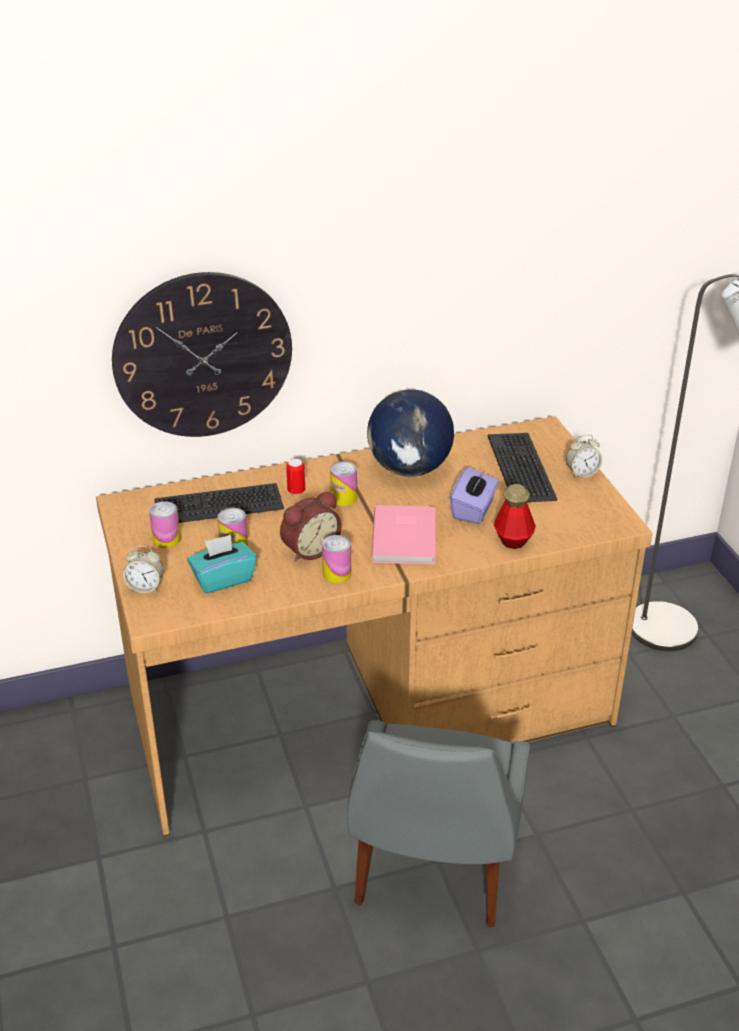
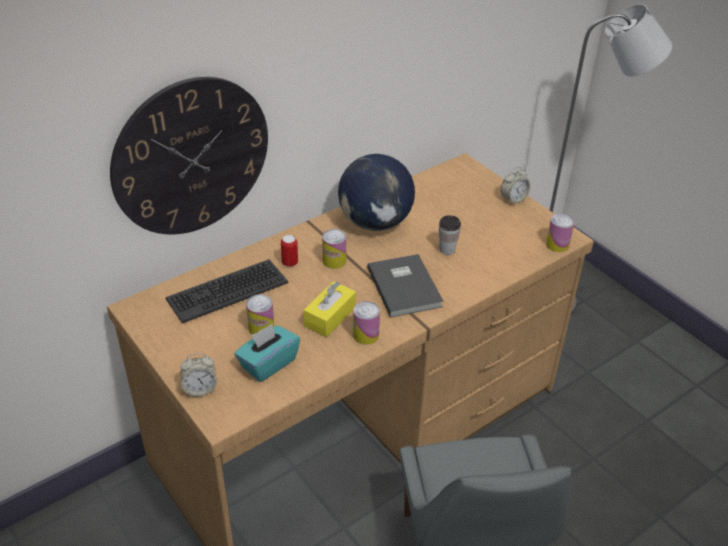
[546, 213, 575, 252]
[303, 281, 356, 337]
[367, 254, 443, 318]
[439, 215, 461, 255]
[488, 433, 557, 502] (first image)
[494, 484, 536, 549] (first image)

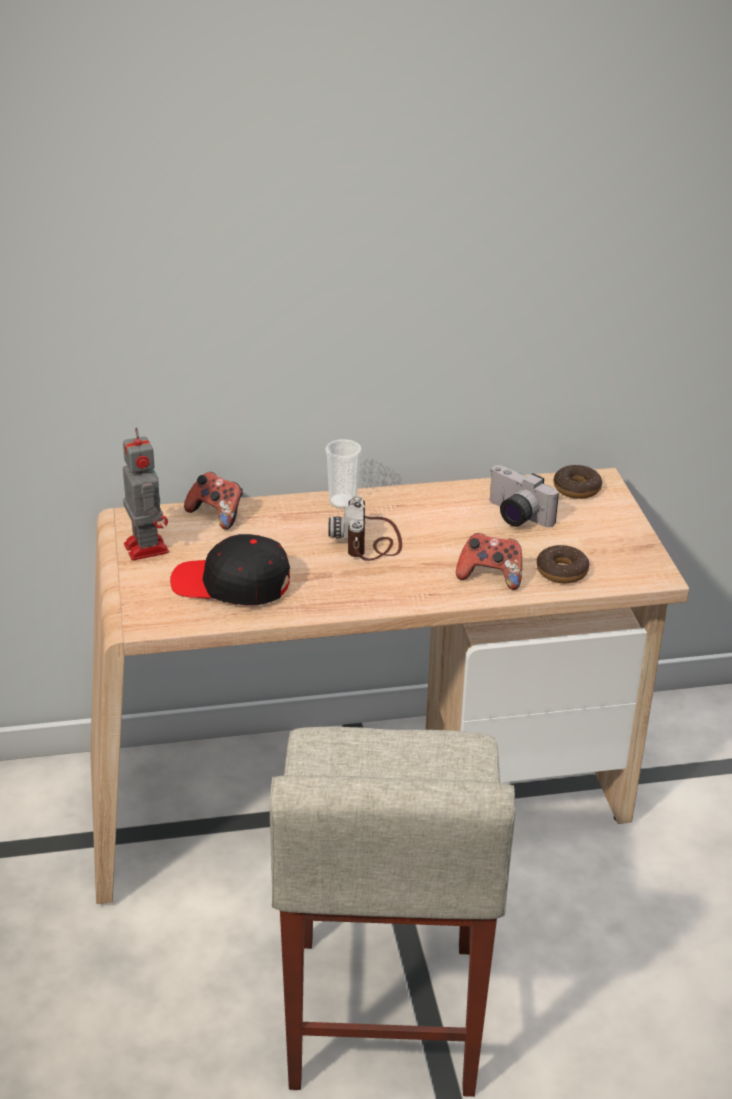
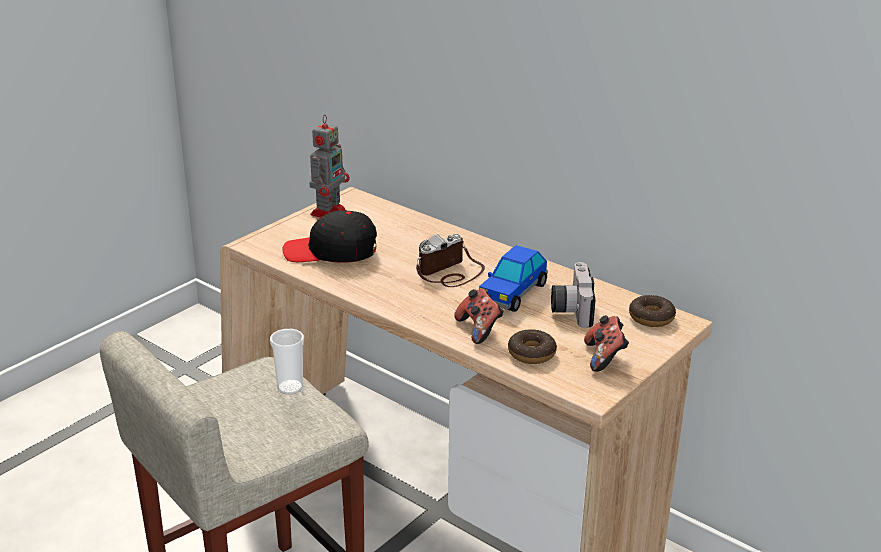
[282, 210, 377, 262]
[584, 315, 629, 372]
[270, 329, 304, 395]
[479, 245, 548, 312]

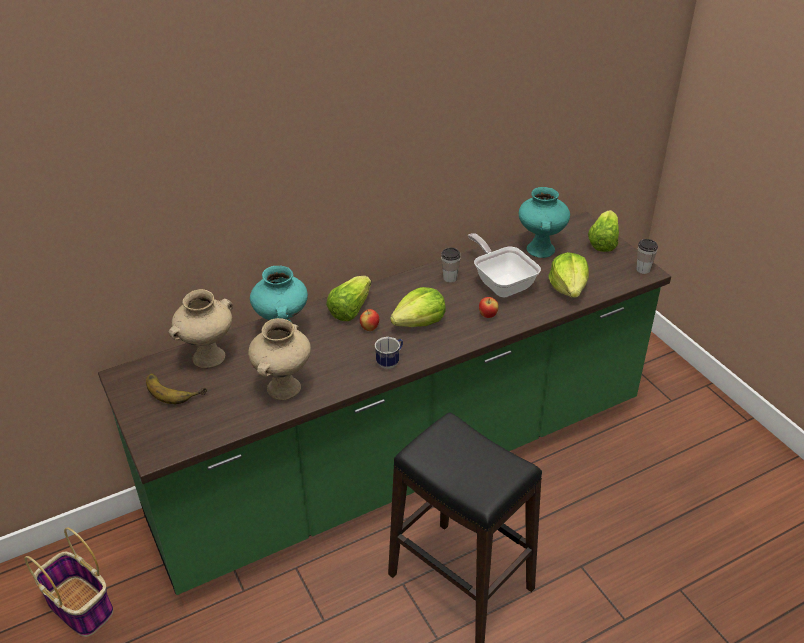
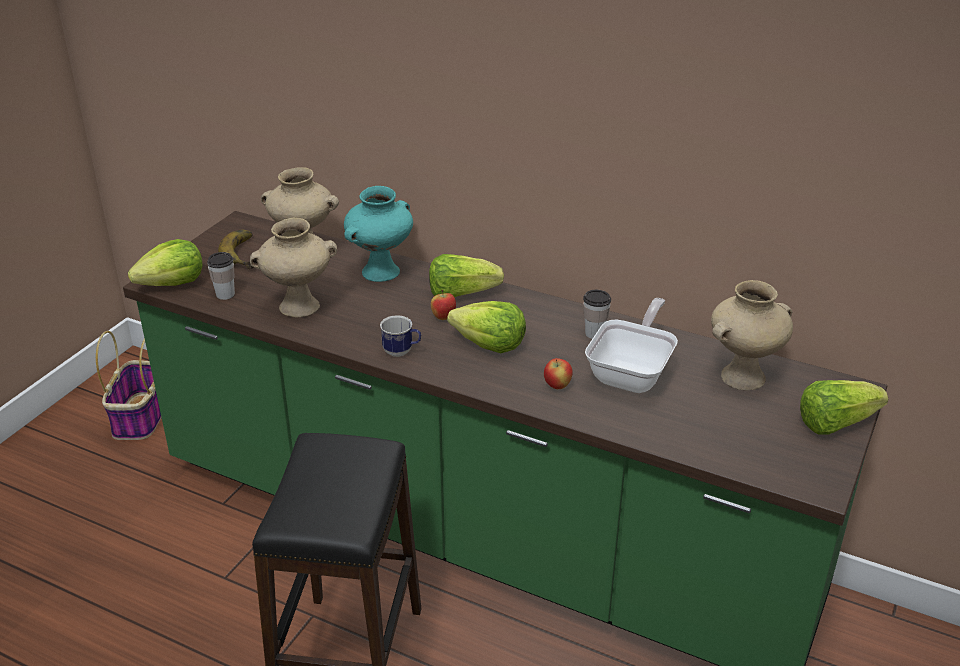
[711, 280, 793, 390]
[128, 239, 203, 286]
[207, 252, 235, 300]

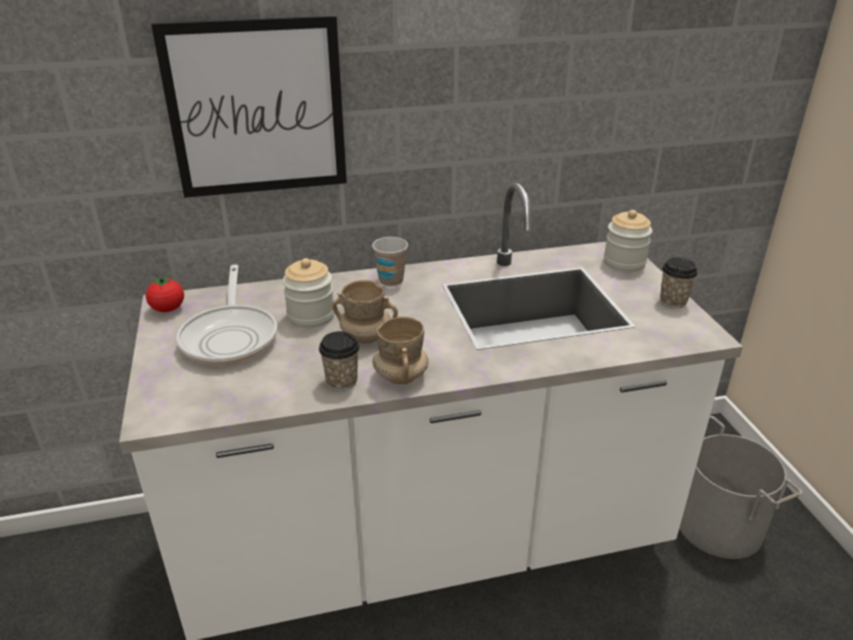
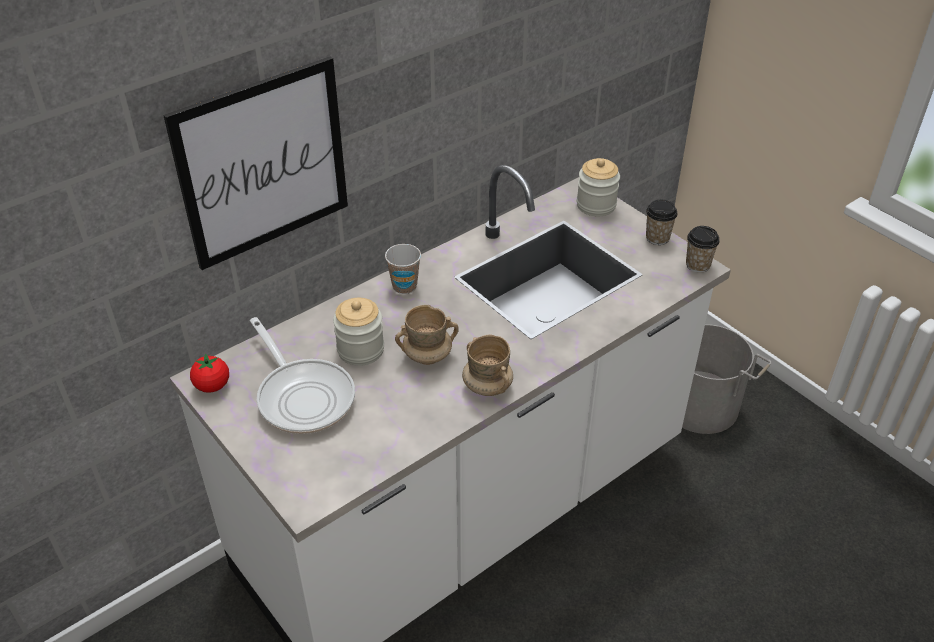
[686, 226, 720, 273]

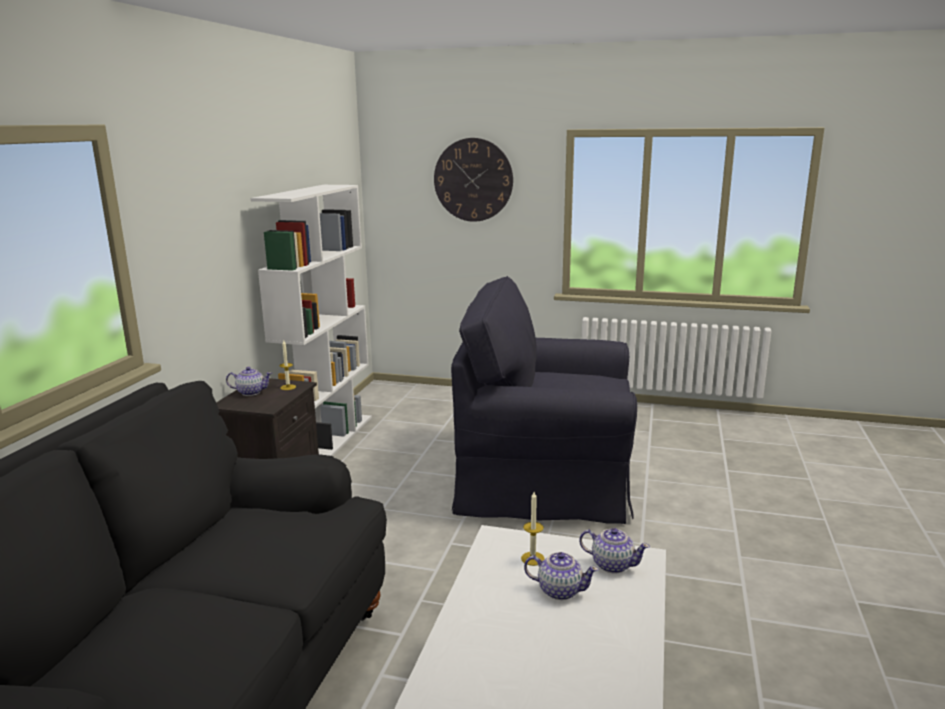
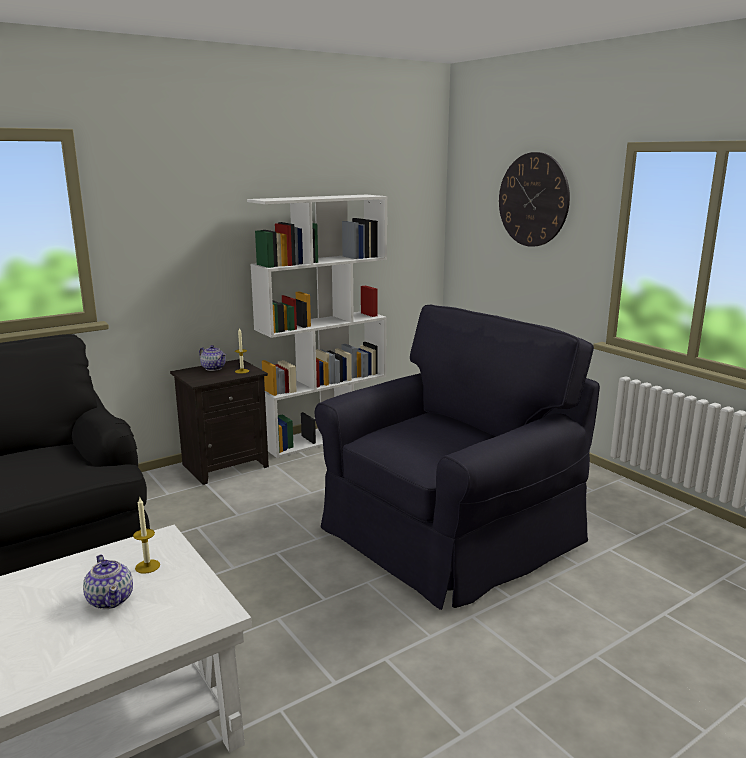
[315, 305, 600, 610]
[579, 528, 650, 573] (first image)

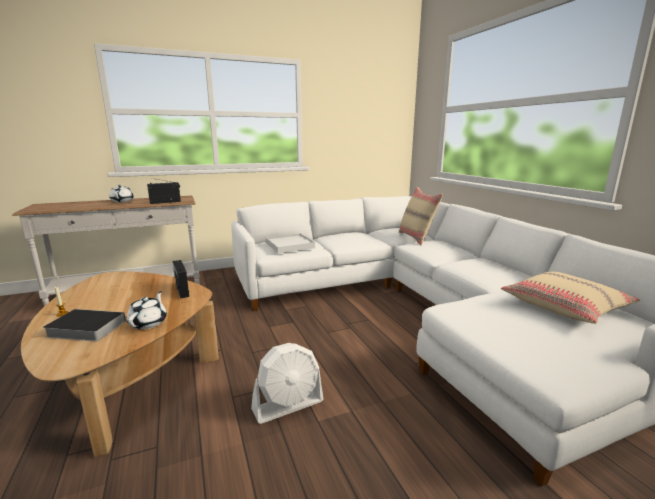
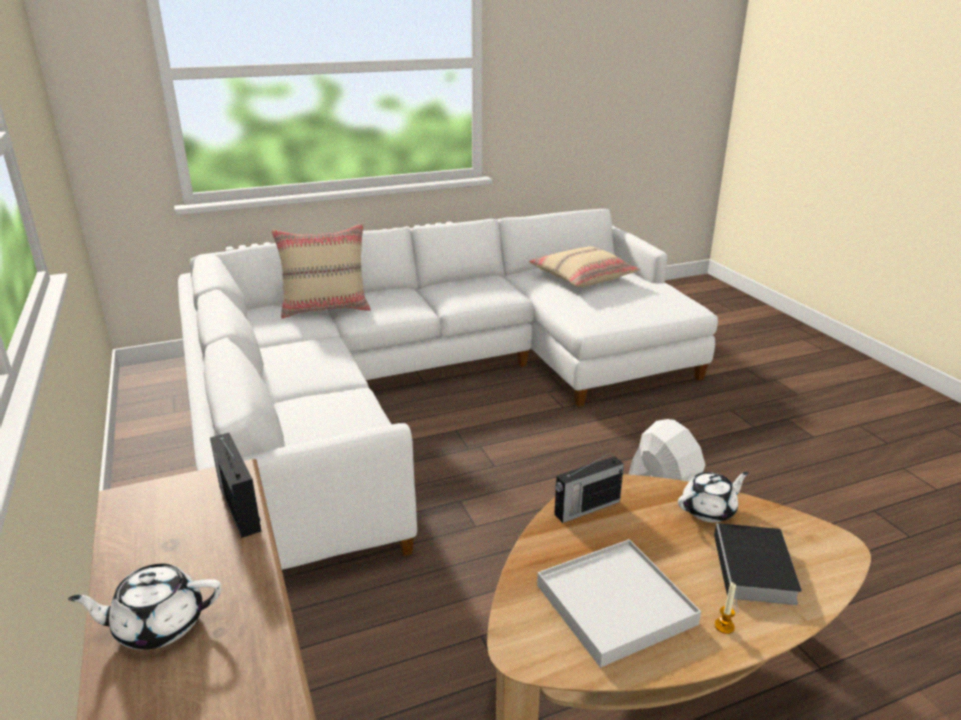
[678, 472, 749, 522]
[537, 539, 701, 668]

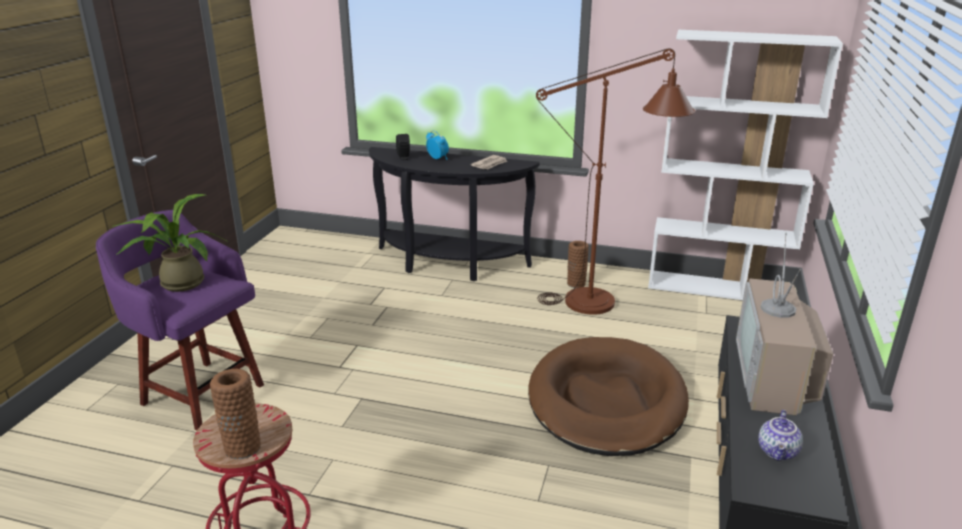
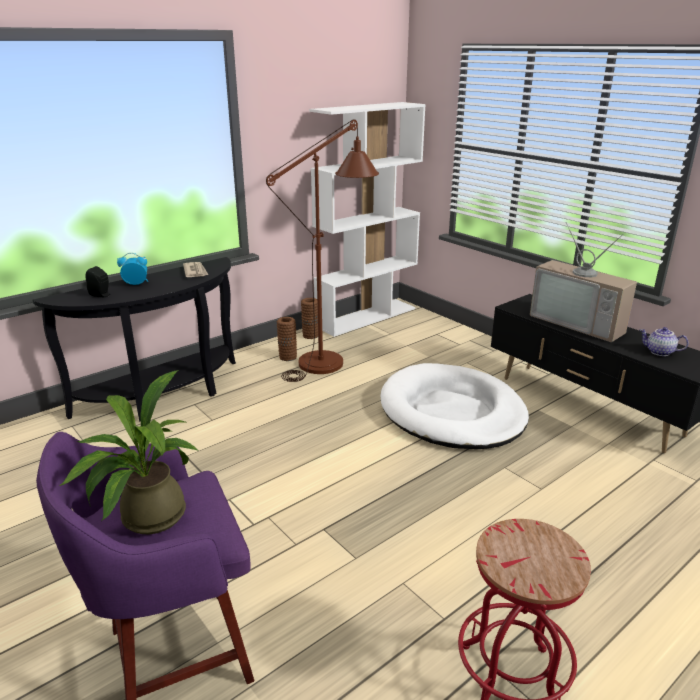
[301, 298, 318, 339]
[381, 363, 529, 449]
[640, 327, 689, 356]

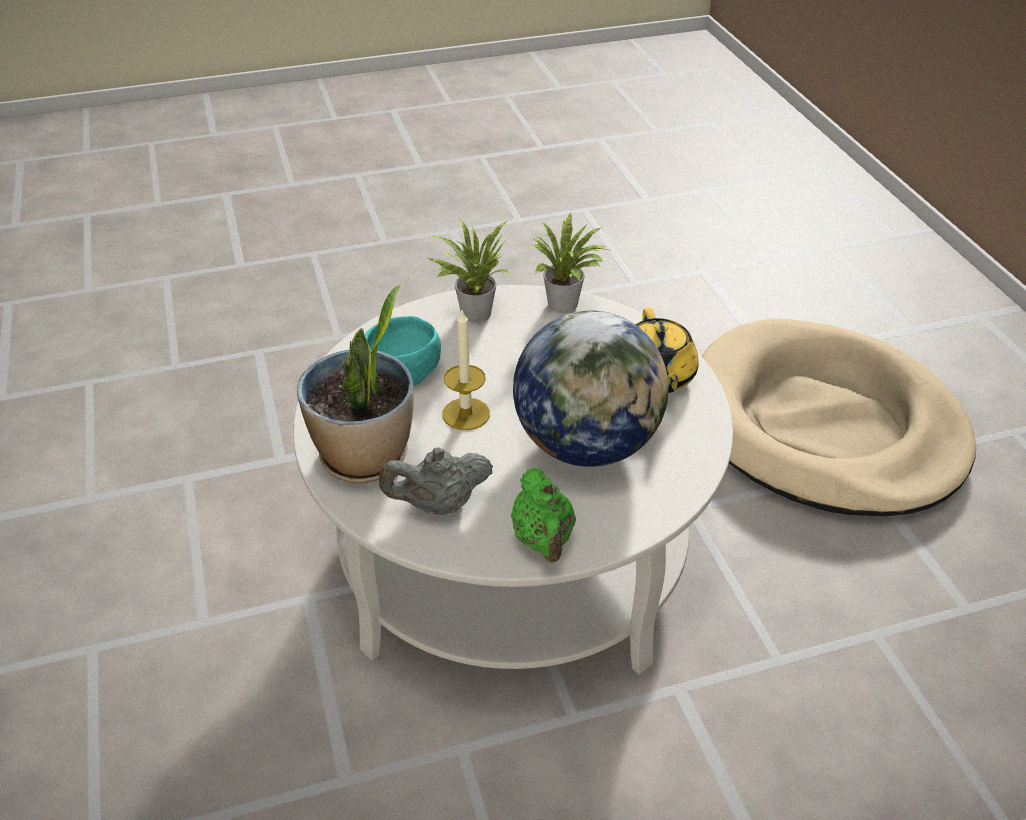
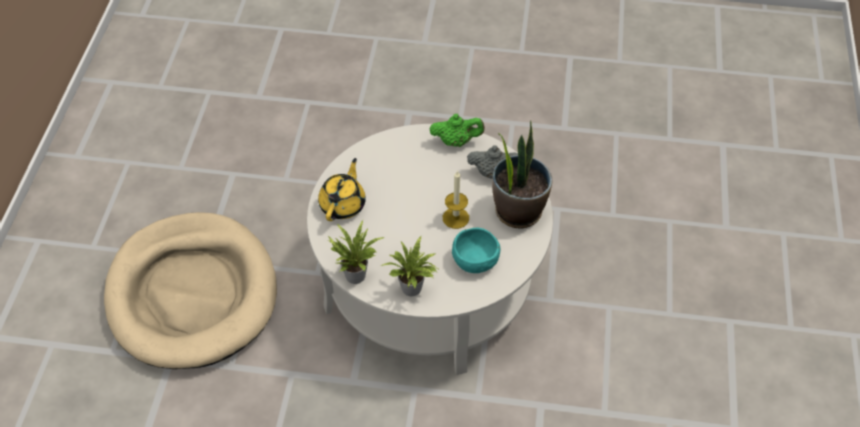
[429, 114, 485, 147]
[513, 310, 669, 467] (first image)

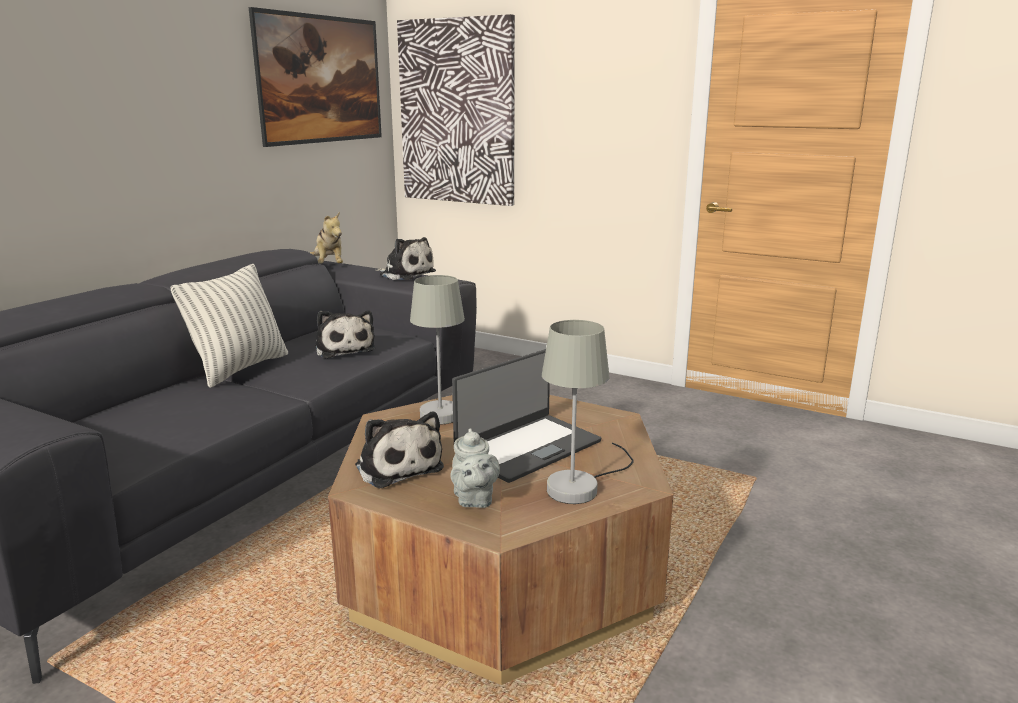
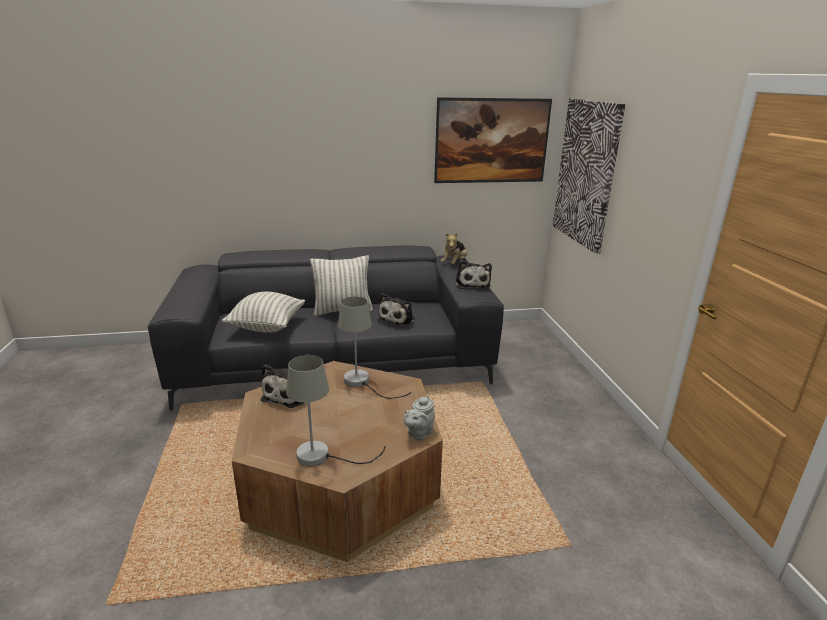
[404, 395, 435, 440]
[452, 349, 601, 483] (first image)
[222, 292, 305, 333]

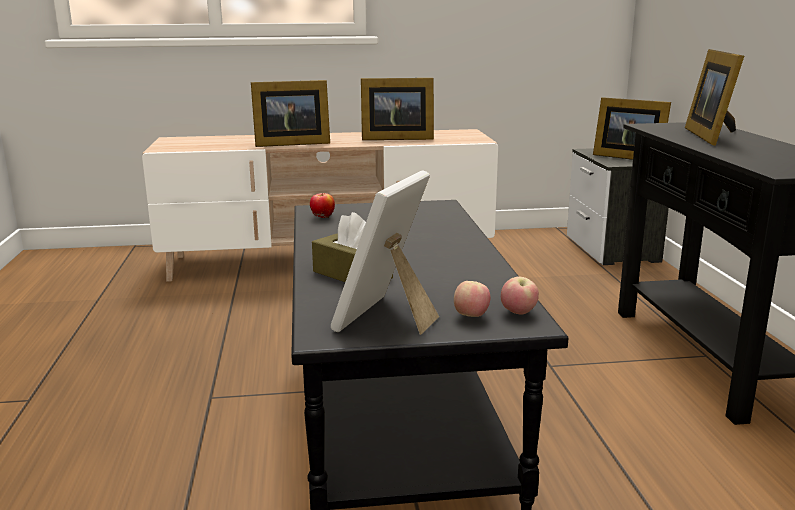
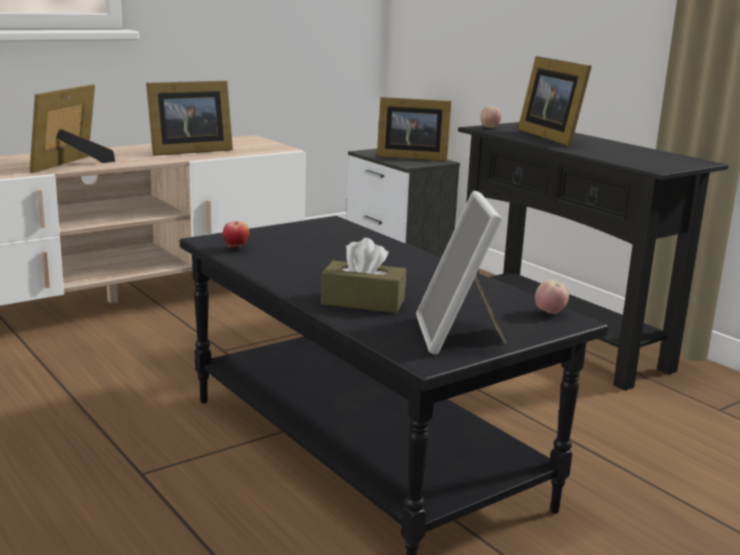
[30, 84, 115, 173]
[480, 106, 502, 128]

